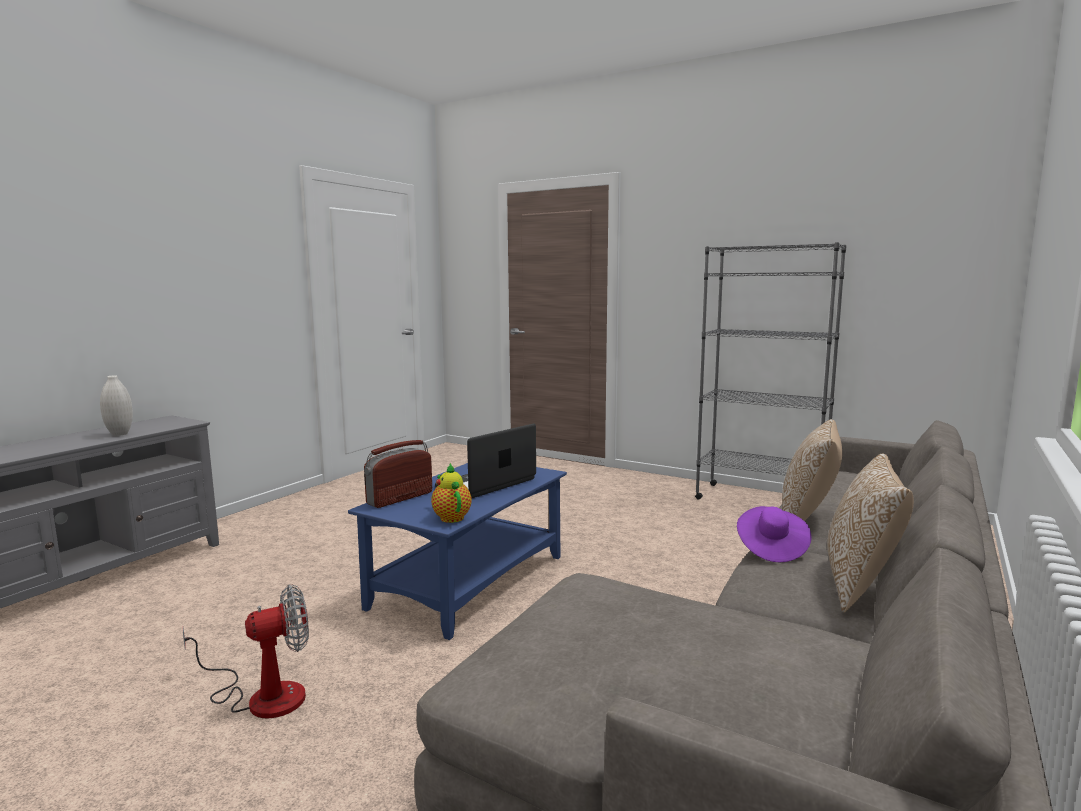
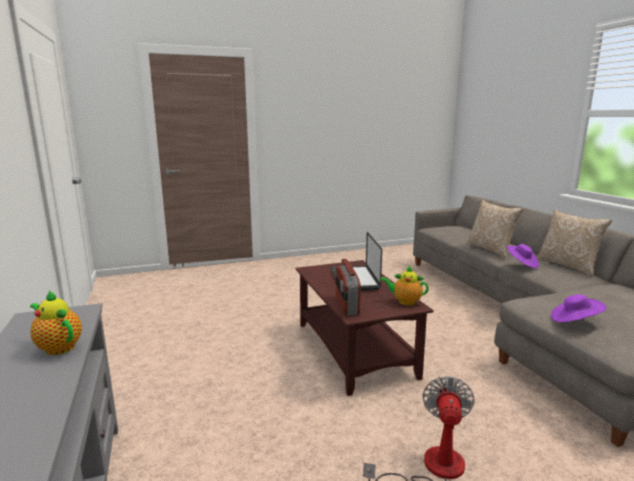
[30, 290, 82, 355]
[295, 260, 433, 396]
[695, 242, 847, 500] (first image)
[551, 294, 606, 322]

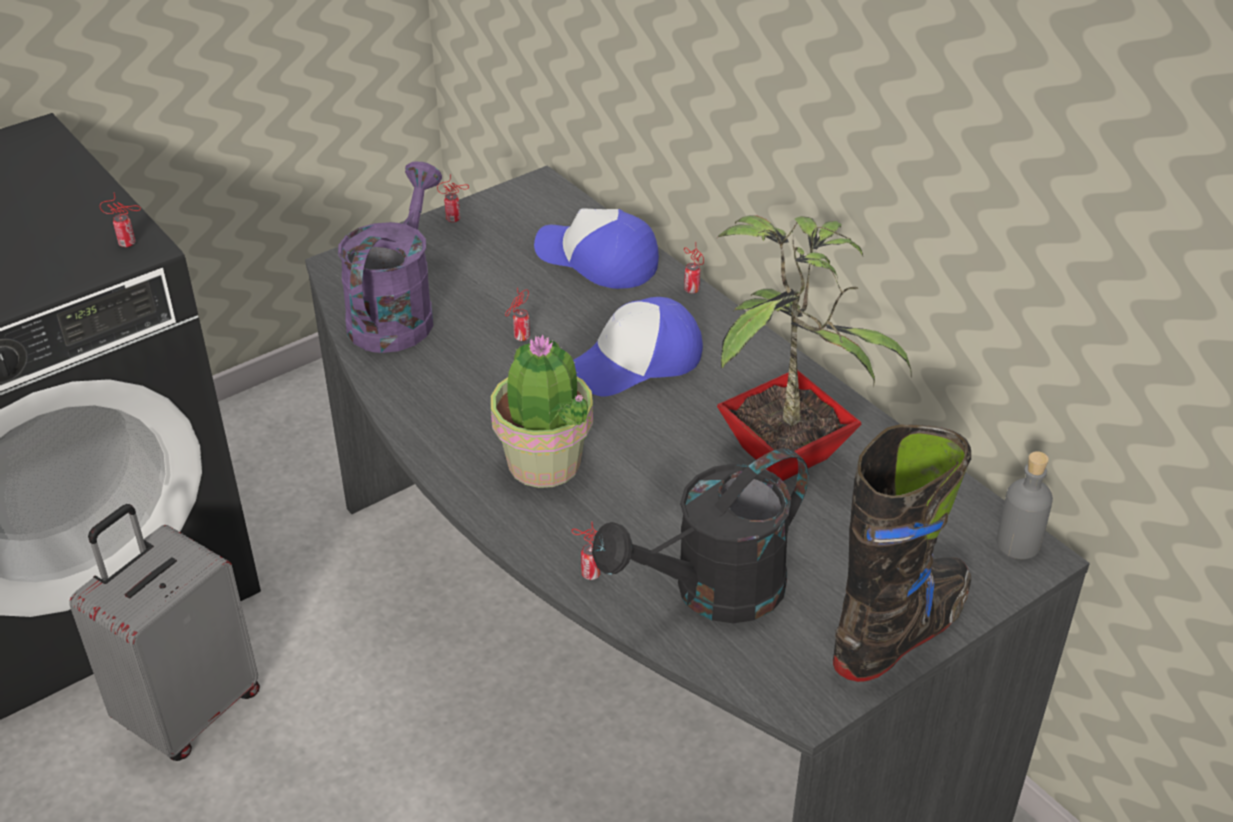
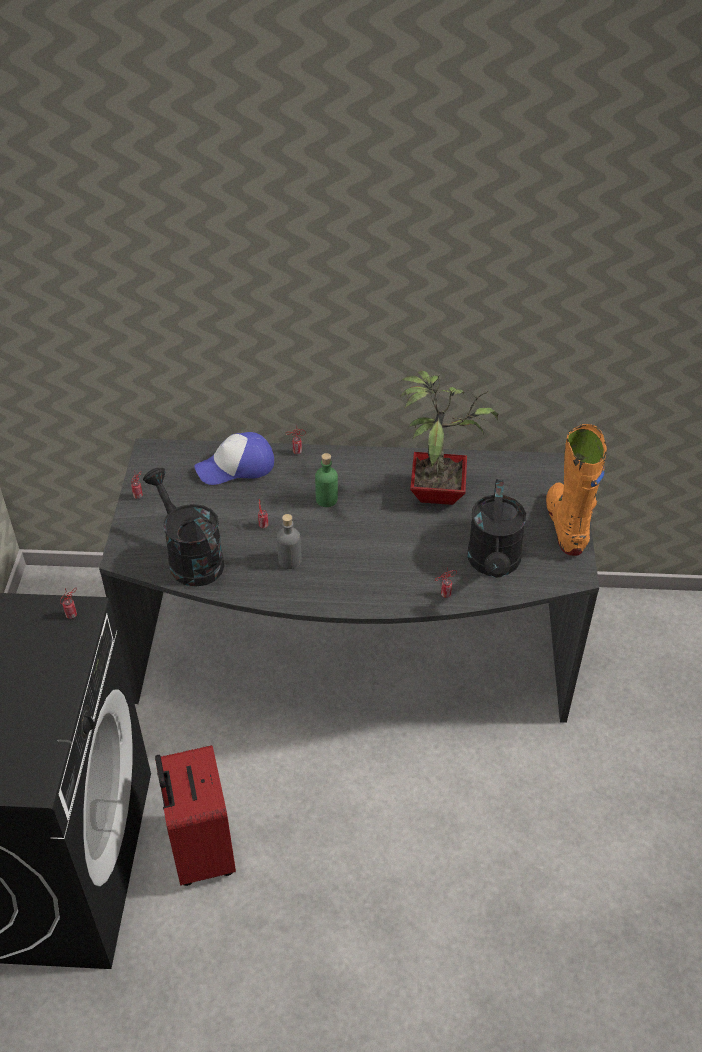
[155, 745, 236, 886]
[143, 468, 225, 587]
[491, 335, 593, 488] (first image)
[315, 453, 338, 507]
[546, 424, 607, 556]
[277, 514, 302, 569]

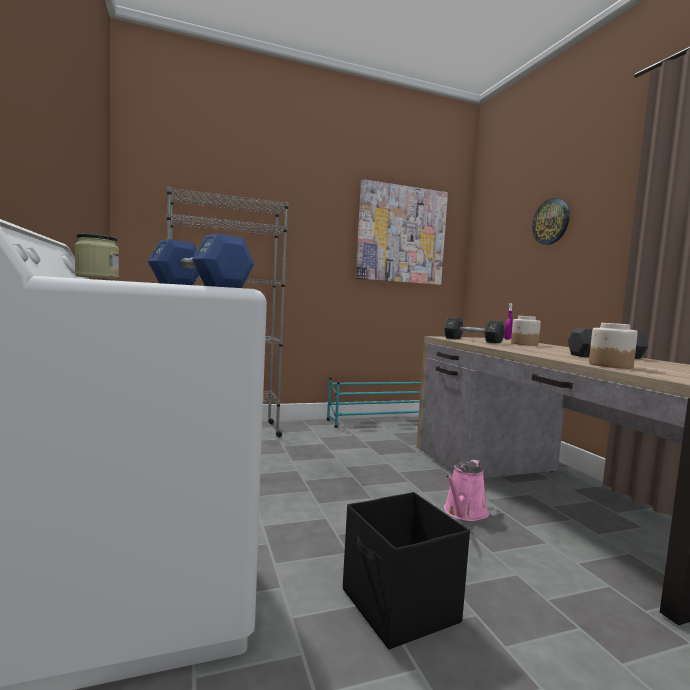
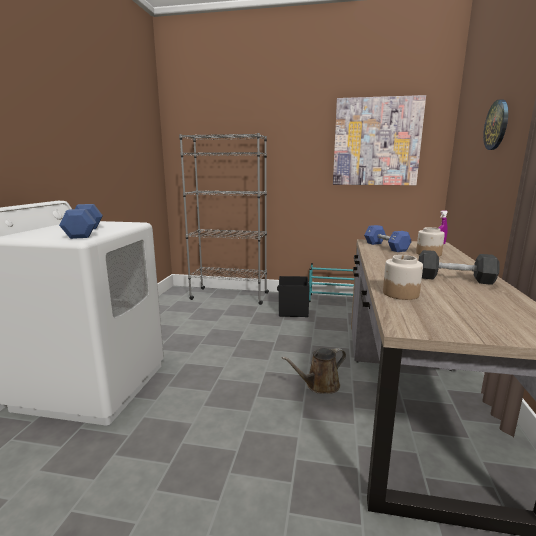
[75, 233, 119, 279] (first image)
[277, 276, 310, 317]
[364, 225, 412, 252]
[282, 348, 346, 394]

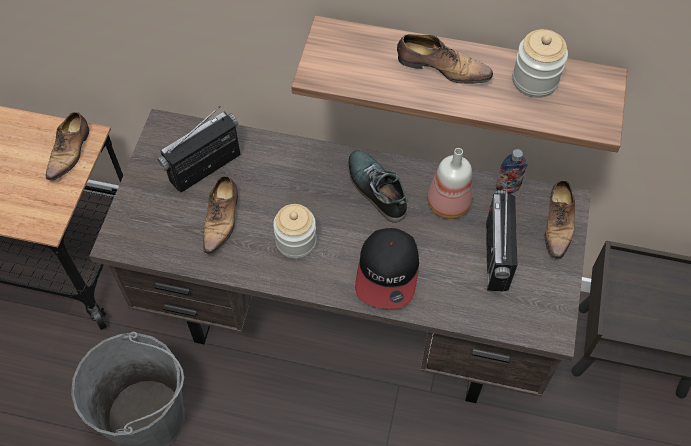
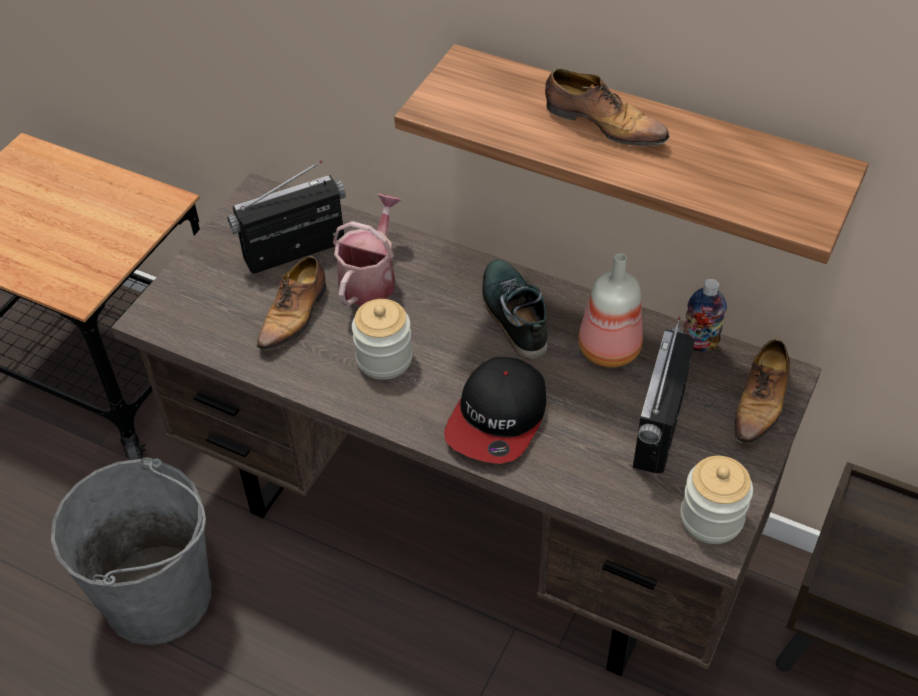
[45, 112, 89, 181] (first image)
[681, 456, 753, 544]
[333, 194, 401, 306]

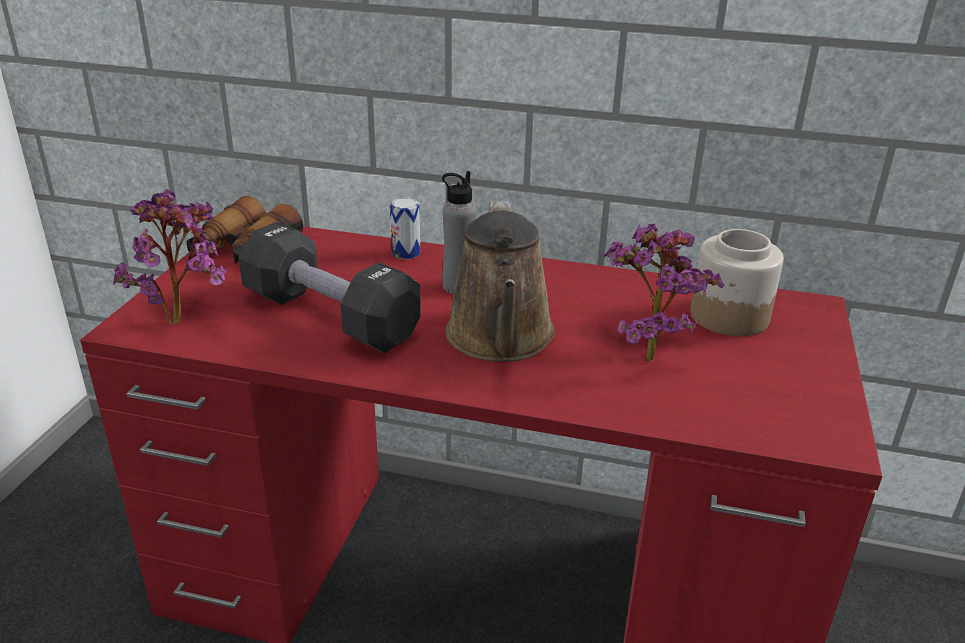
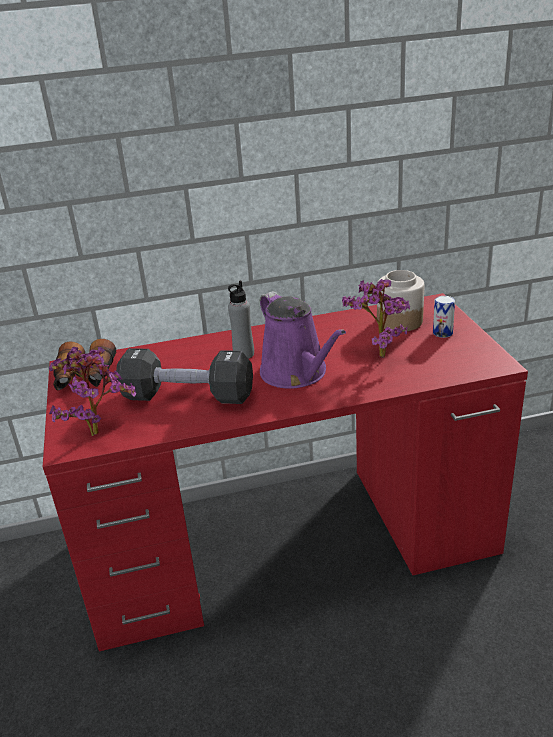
[433, 296, 455, 338]
[260, 291, 346, 389]

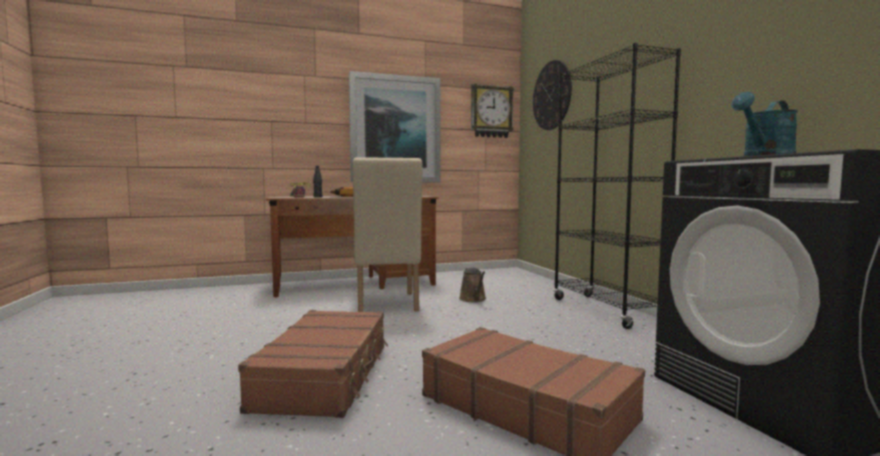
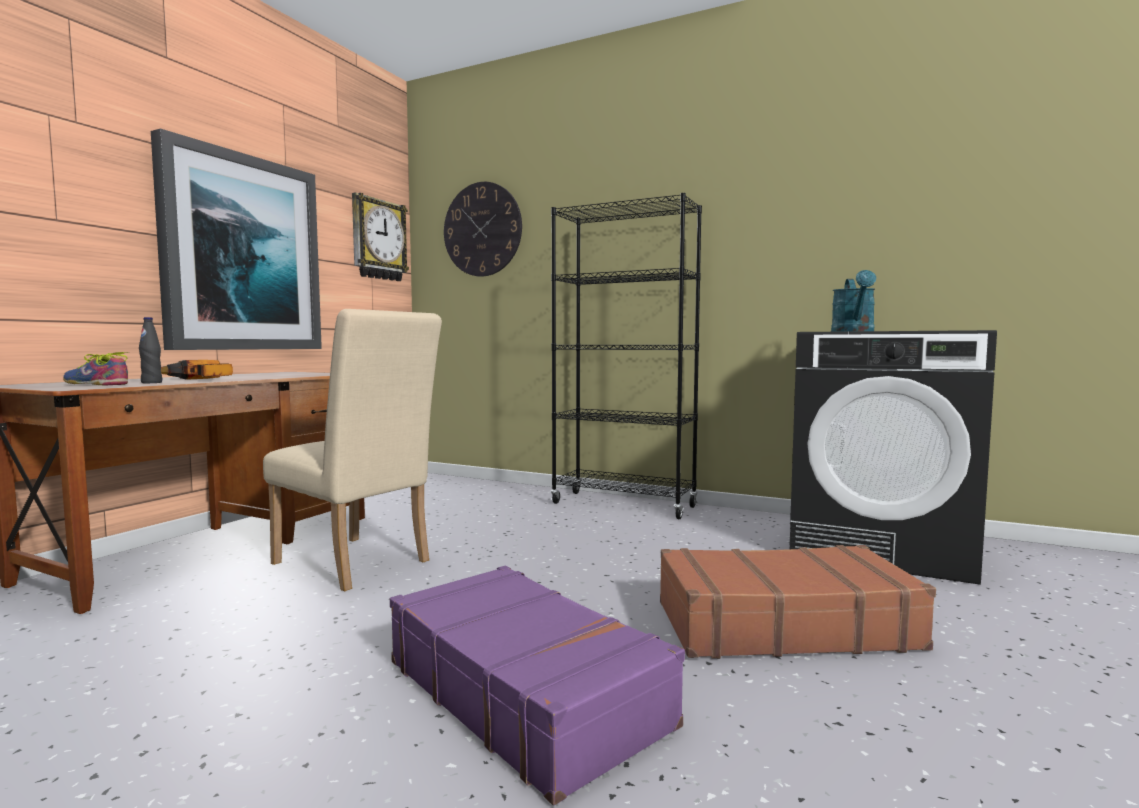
[390, 566, 685, 805]
[459, 268, 486, 302] (first image)

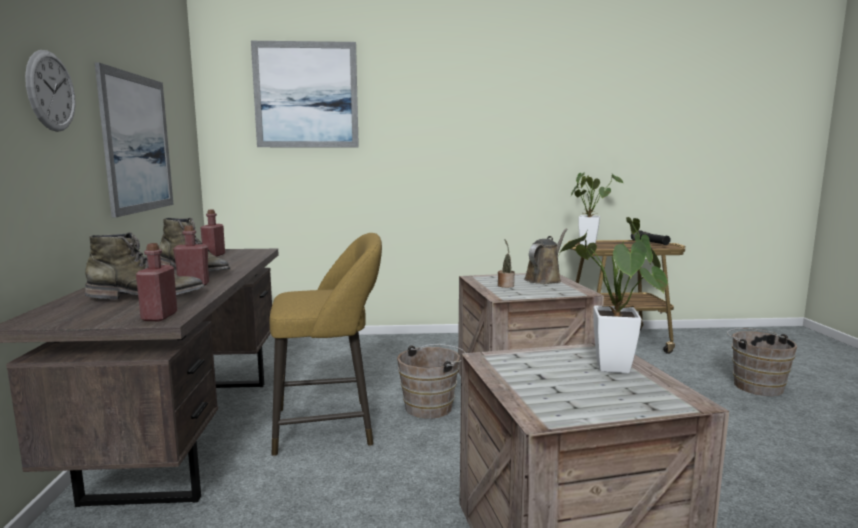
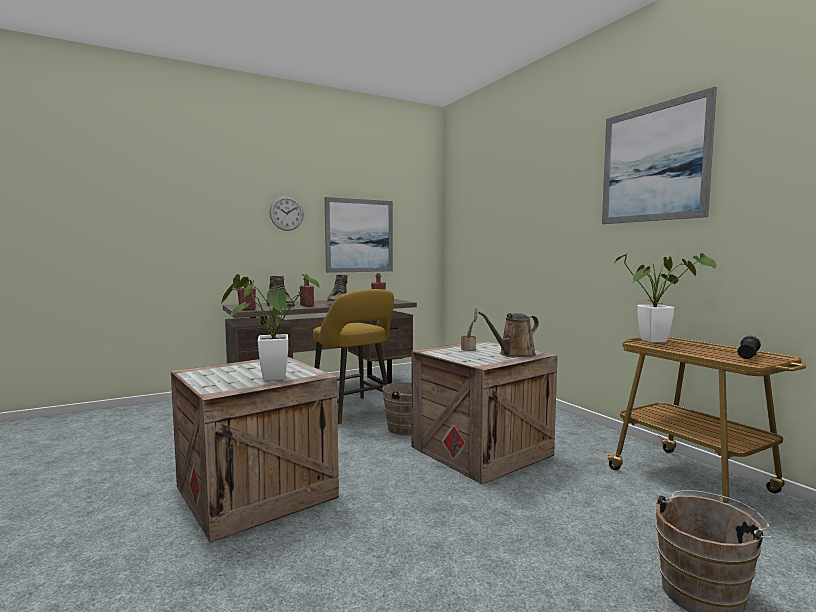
[602, 87, 717, 224]
[479, 312, 539, 357]

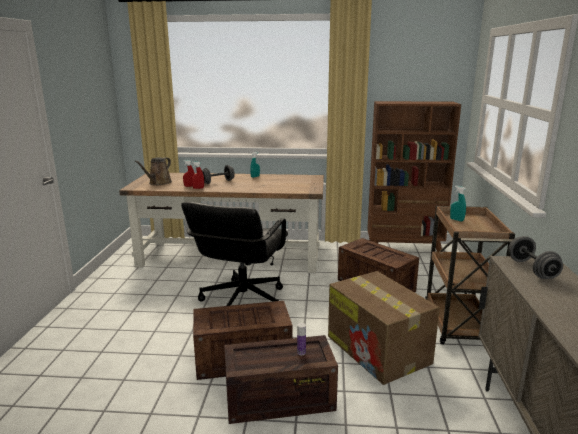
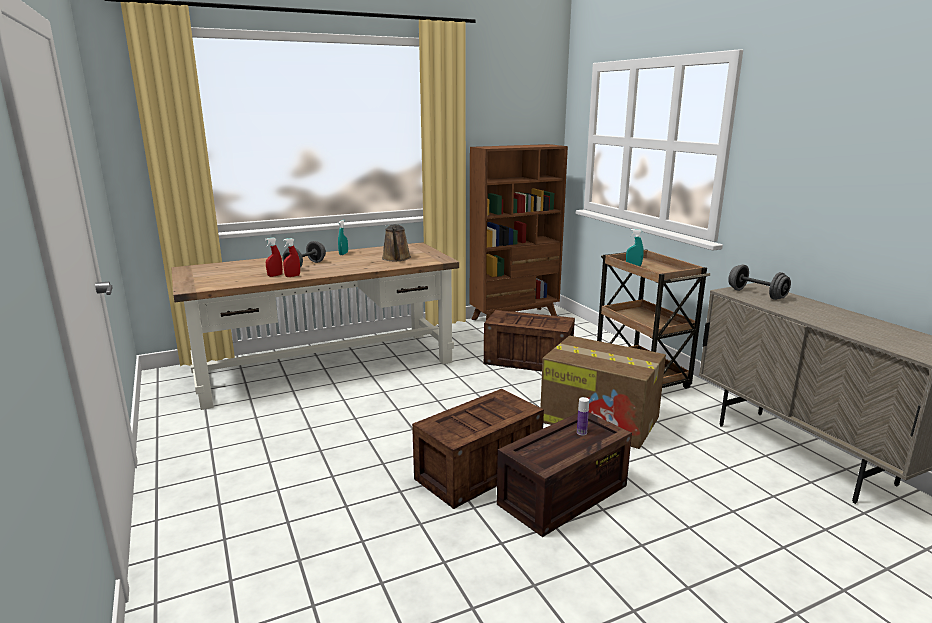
[382, 224, 411, 261]
[181, 202, 288, 306] (first image)

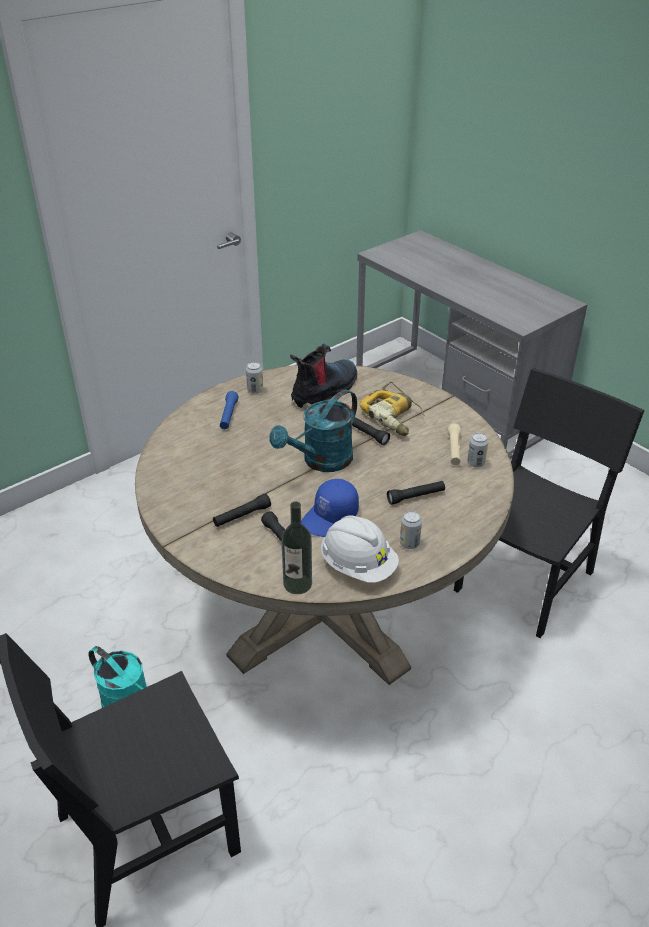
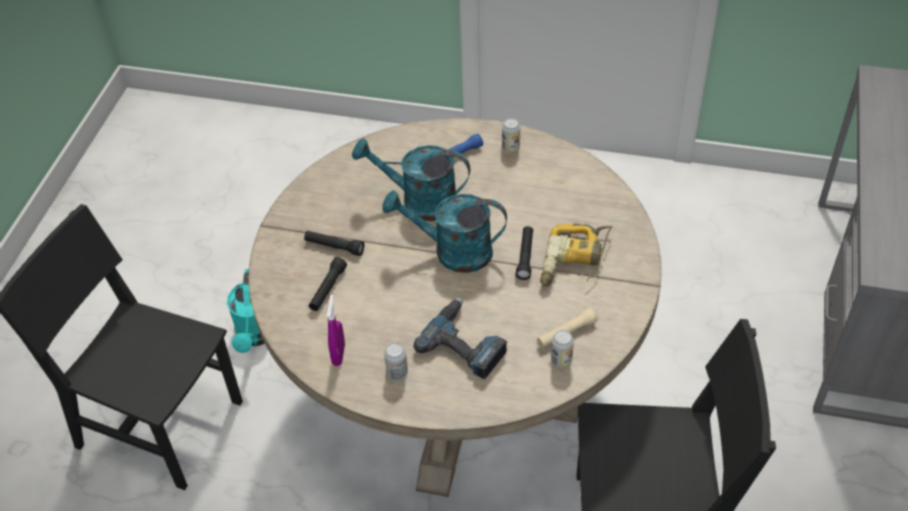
[281, 502, 312, 594] (first image)
[290, 344, 357, 408] (first image)
[301, 479, 359, 537] (first image)
[326, 295, 345, 366]
[413, 298, 507, 379]
[352, 138, 470, 221]

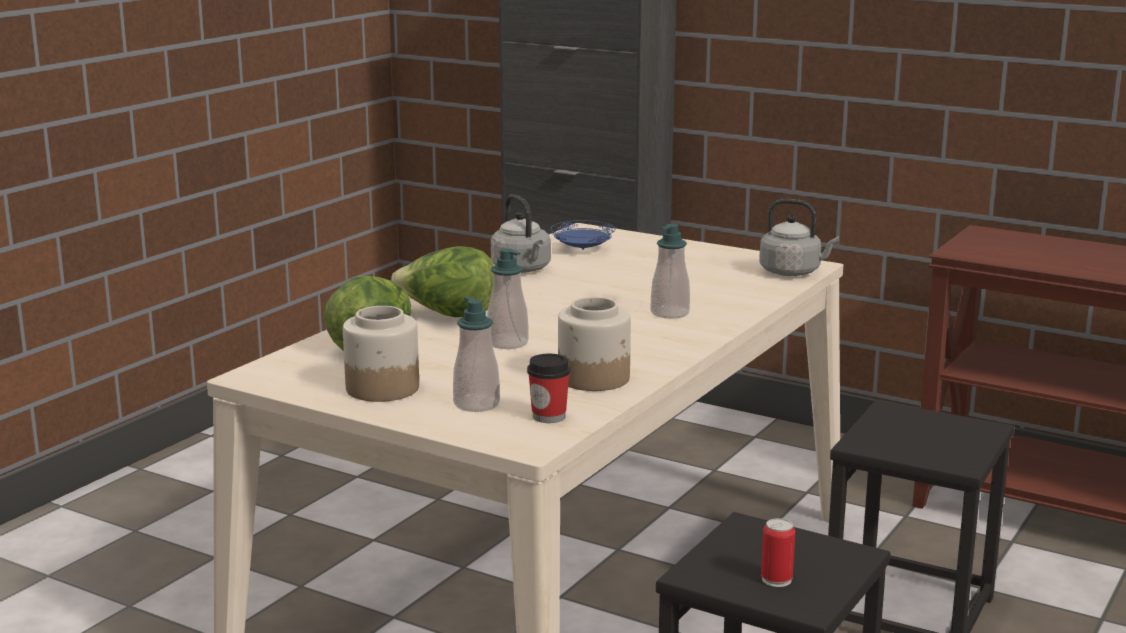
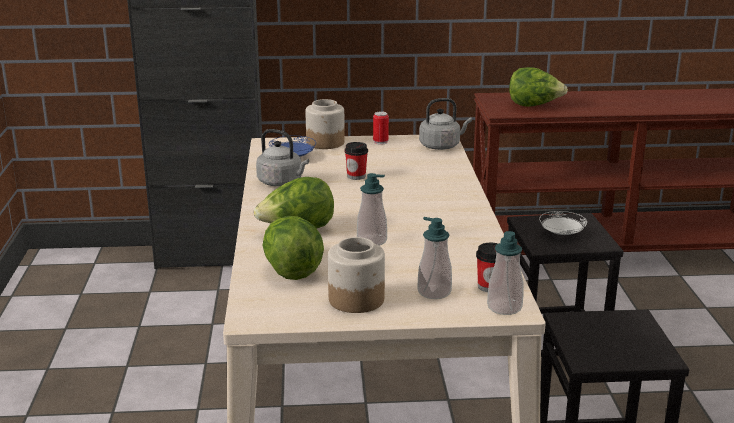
[305, 99, 345, 149]
[487, 231, 523, 315]
[373, 111, 389, 145]
[344, 142, 368, 180]
[509, 67, 568, 107]
[539, 211, 587, 235]

